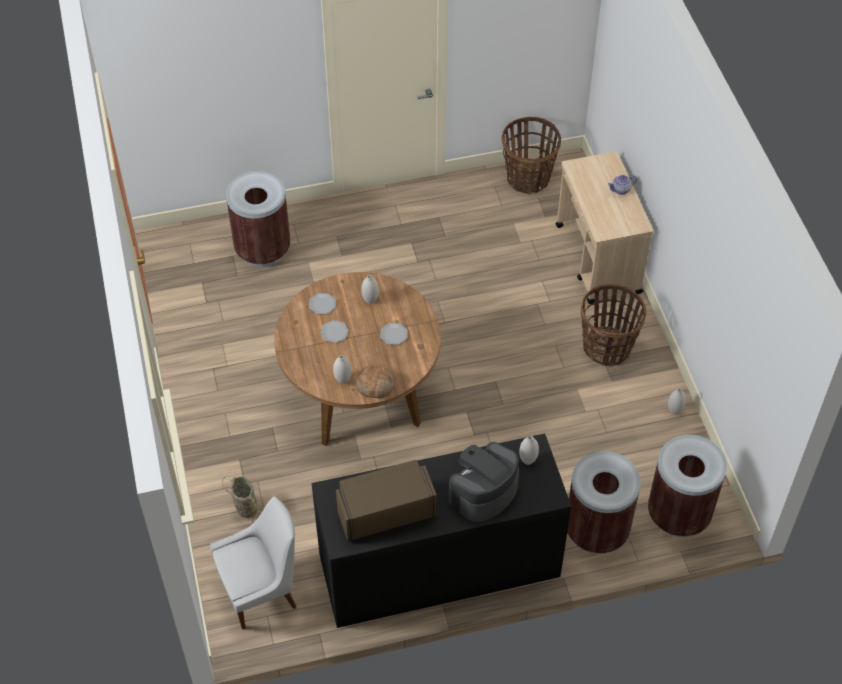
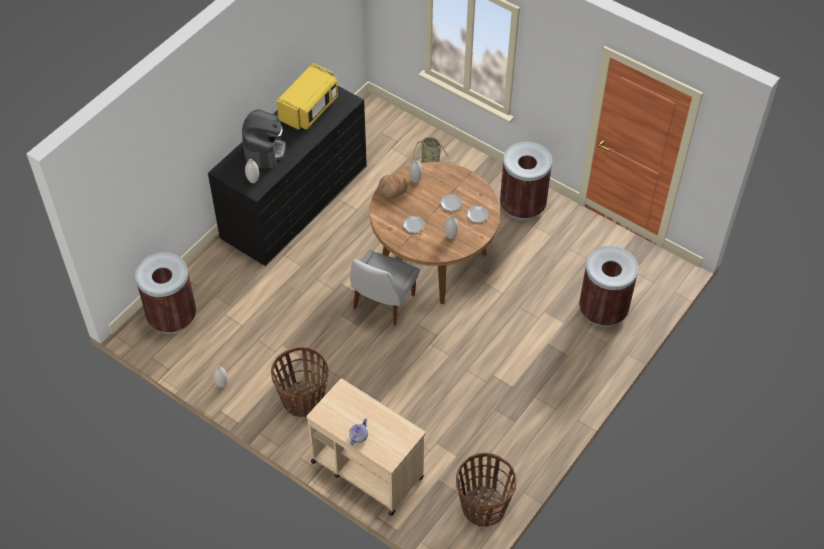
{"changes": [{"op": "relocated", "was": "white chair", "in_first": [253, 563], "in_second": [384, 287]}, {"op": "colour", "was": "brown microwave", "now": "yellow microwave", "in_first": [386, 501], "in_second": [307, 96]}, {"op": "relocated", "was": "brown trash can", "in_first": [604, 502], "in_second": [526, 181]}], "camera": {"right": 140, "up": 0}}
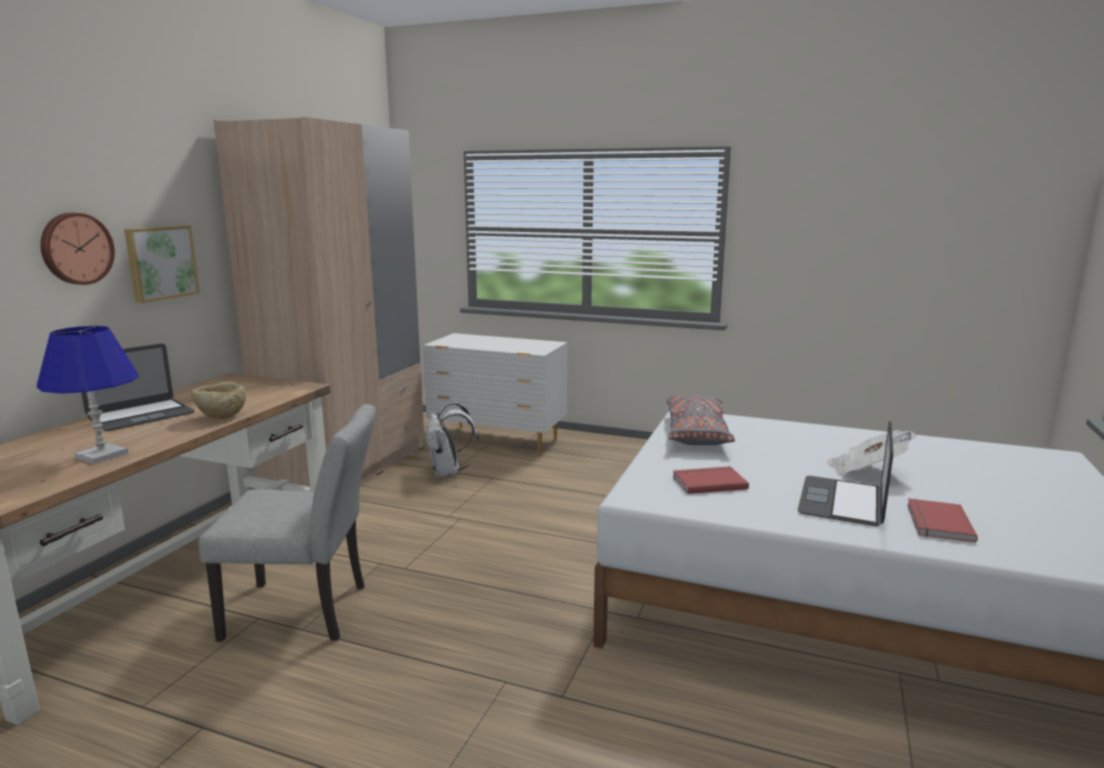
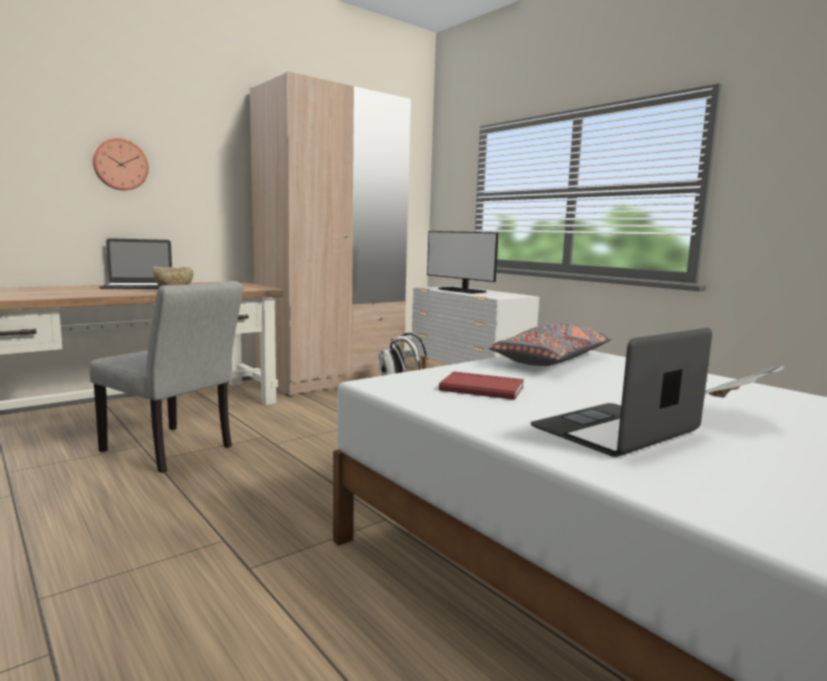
{"changes": [{"op": "missing", "was": "blue table lamp", "in_first": [88, 395]}, {"op": "missing", "was": "picture", "in_first": [162, 264]}, {"op": "missing", "was": "red book", "in_first": [942, 520]}, {"op": "appeared", "now": "monitor", "in_second": [462, 262]}], "camera": {"right": 30, "up": -5}}
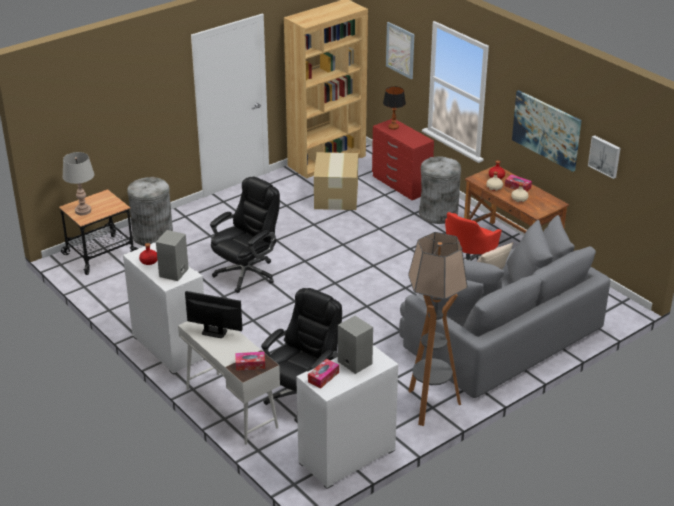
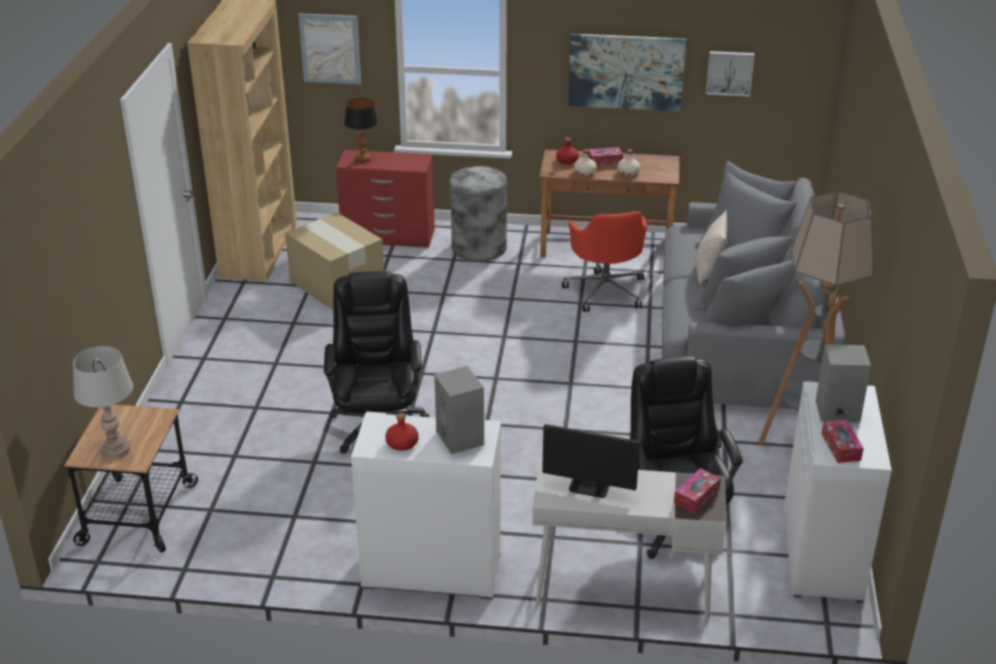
{"changes": [{"op": "missing", "was": "grey trash can", "in_first": [150, 211]}, {"op": "spun", "was": "monitor", "in_first": [214, 314], "in_second": [591, 461], "clockwise": -135}], "camera": {"right": -45, "up": 0}}
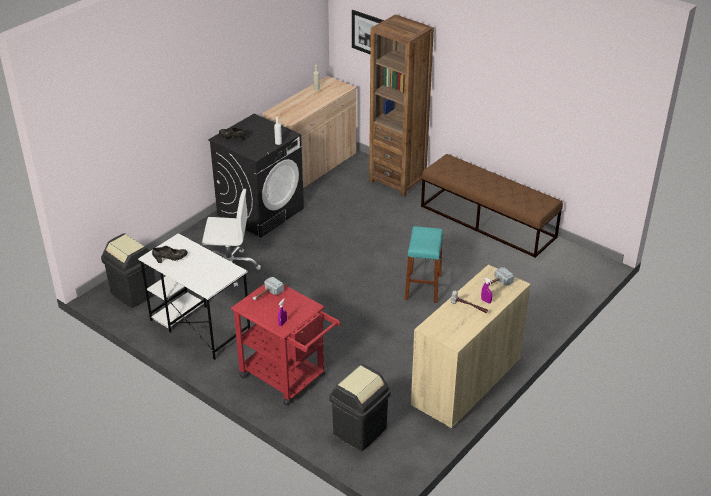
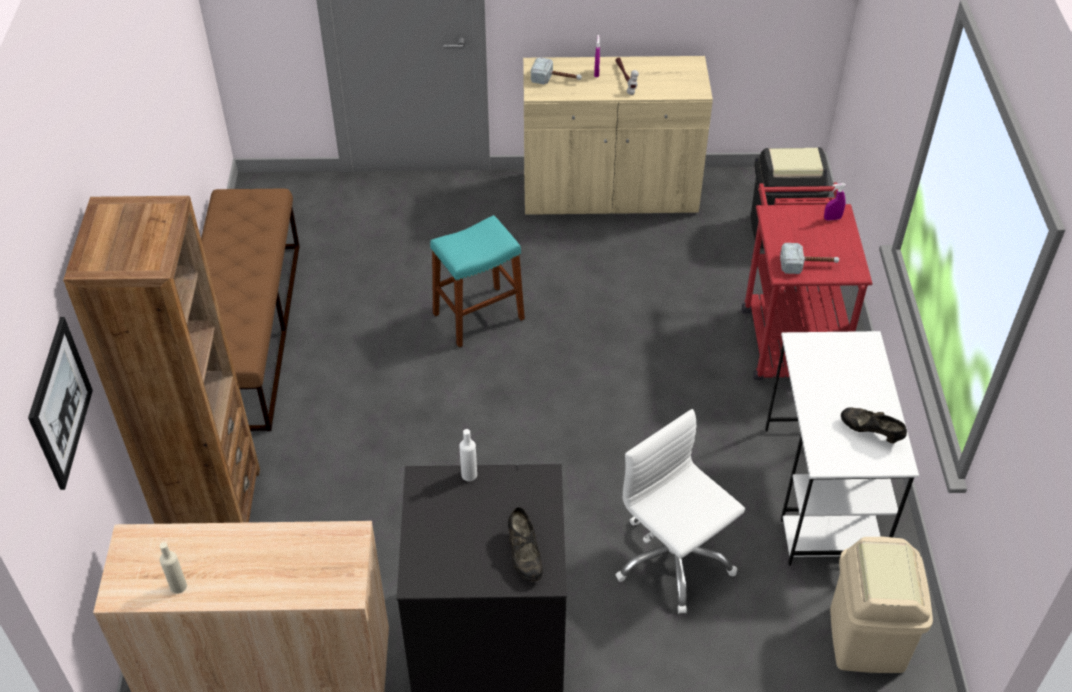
{"changes": [{"op": "colour", "was": "black trash can", "now": "beige trash can", "in_first": [128, 270], "in_second": [881, 605]}], "camera": {"right": -130, "up": 10}}
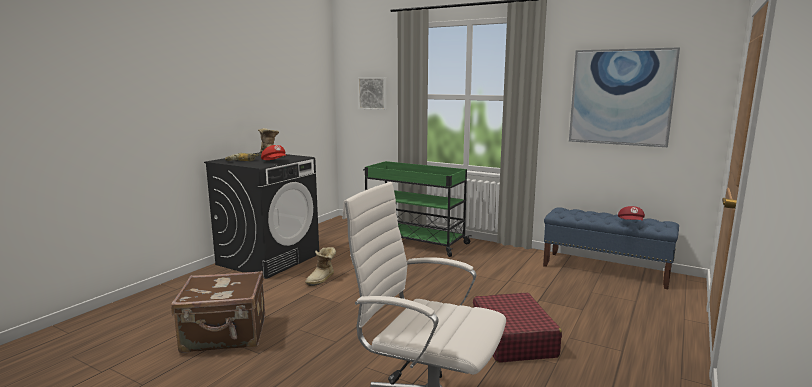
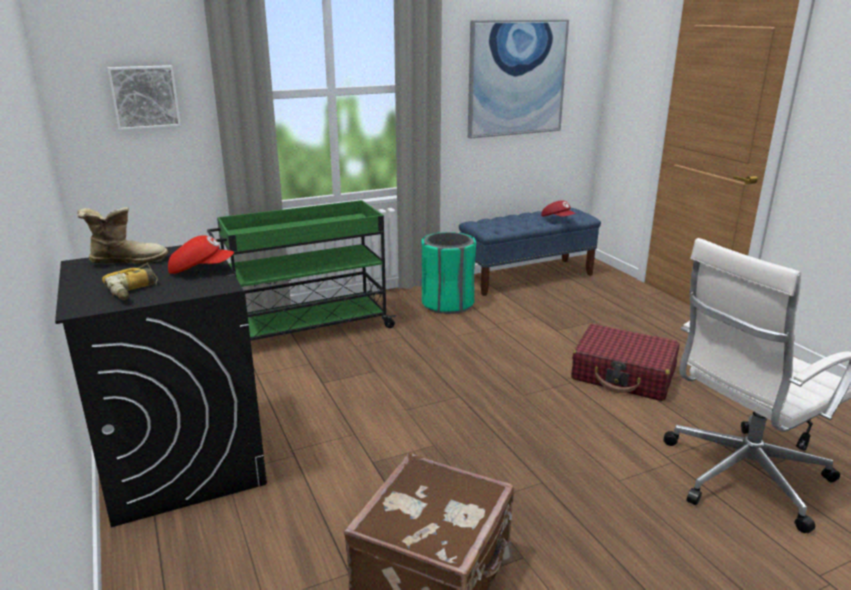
{"changes": [{"op": "missing", "was": "boot", "in_first": [320, 266]}, {"op": "appeared", "now": "green trash can", "in_second": [448, 273]}], "camera": {"right": -55, "up": 10}}
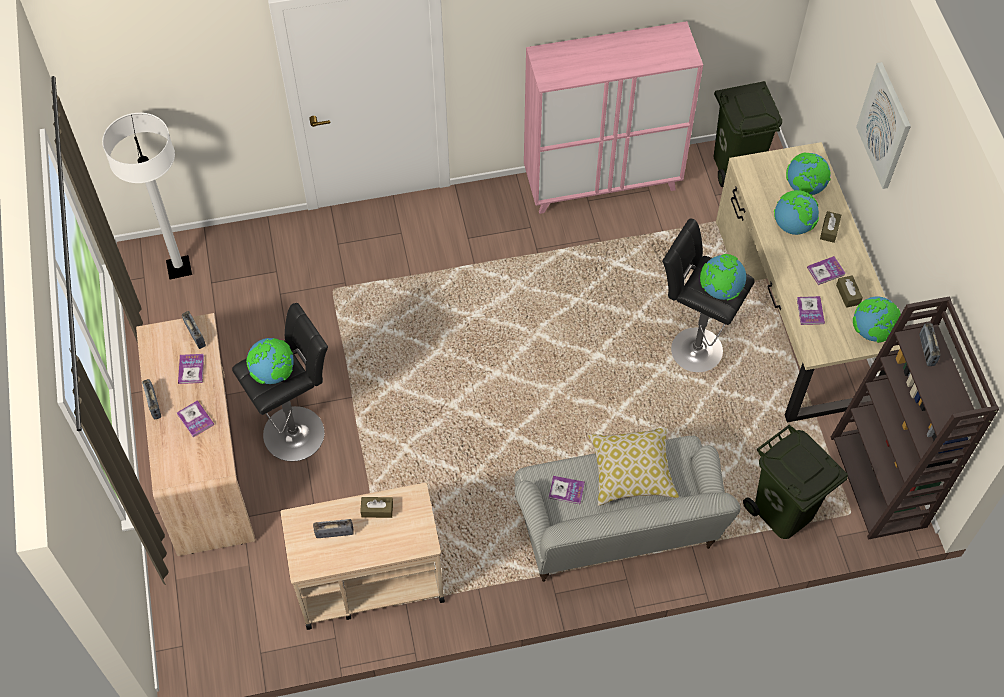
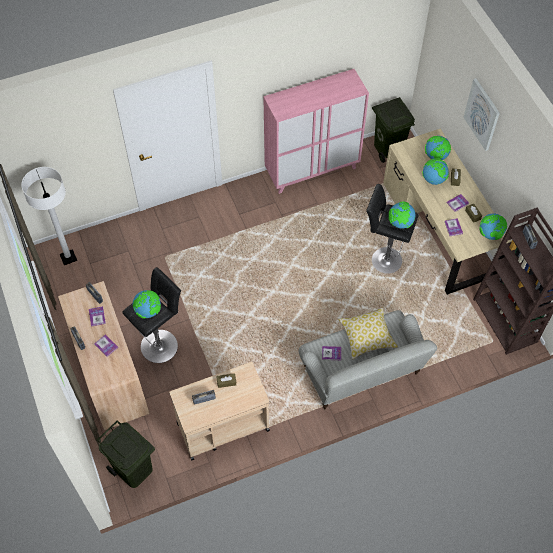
{"changes": [{"op": "relocated", "was": "green trash can", "in_first": [795, 482], "in_second": [126, 454]}], "camera": {"right": -10, "up": 0}}
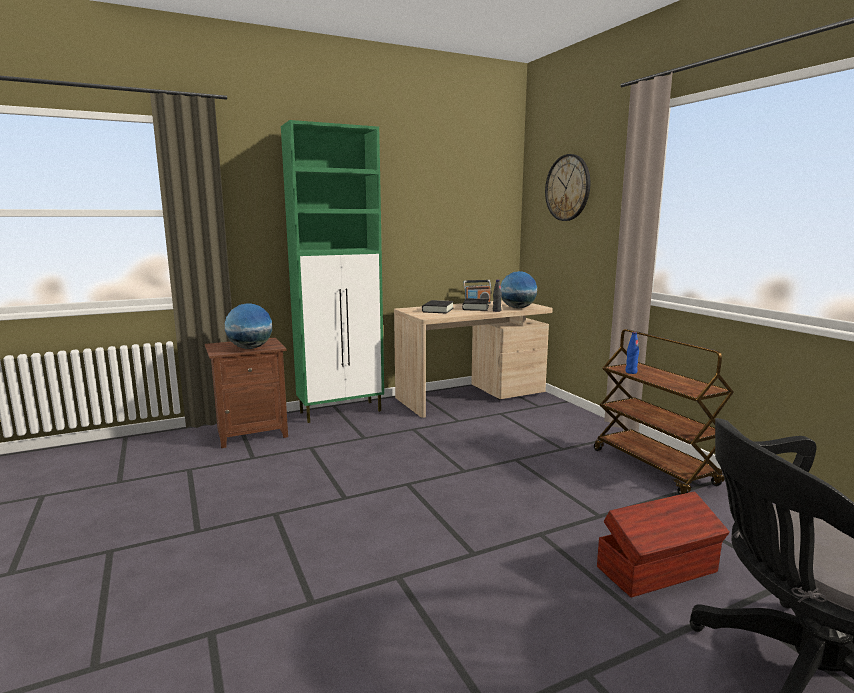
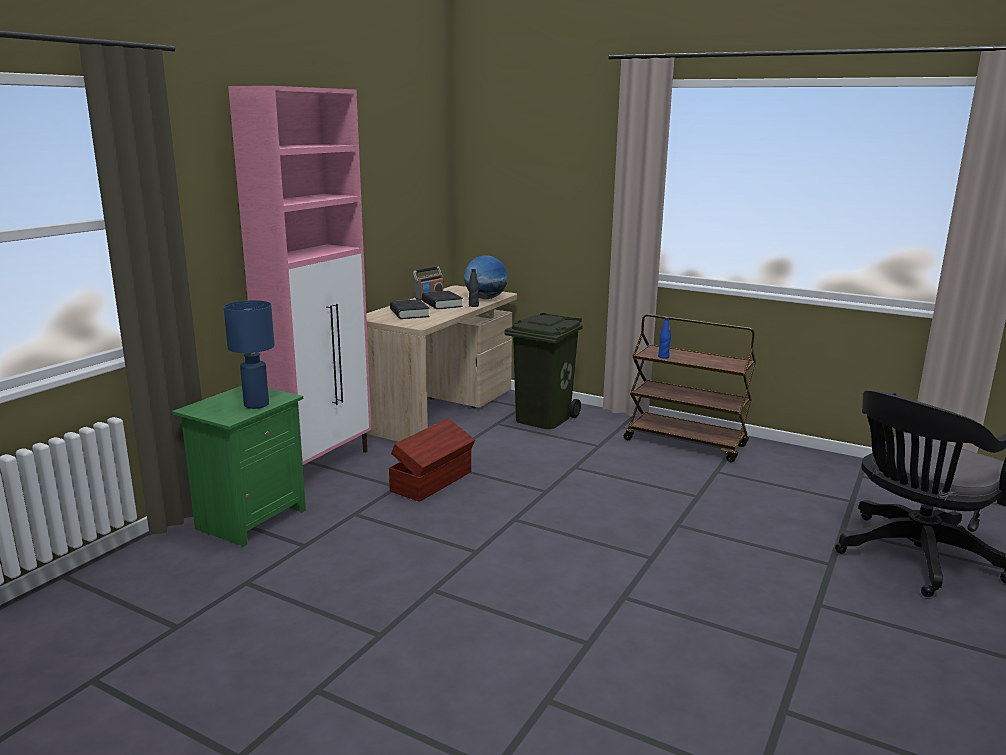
{"changes": [{"op": "colour", "was": "brown nightstand", "now": "green nightstand", "in_first": [246, 393], "in_second": [239, 467]}, {"op": "exchanged", "was": "globe", "now": "blue table lamp", "in_first": [248, 326], "in_second": [249, 354]}, {"op": "colour", "was": "green cabinet", "now": "pink cabinet", "in_first": [332, 271], "in_second": [299, 275]}, {"op": "missing", "was": "wall clock", "in_first": [567, 187]}, {"op": "relocated", "was": "brown storage box", "in_first": [663, 544], "in_second": [432, 460]}, {"op": "appeared", "now": "green trash can", "in_second": [543, 371]}], "camera": {"right": -35, "up": 5}}
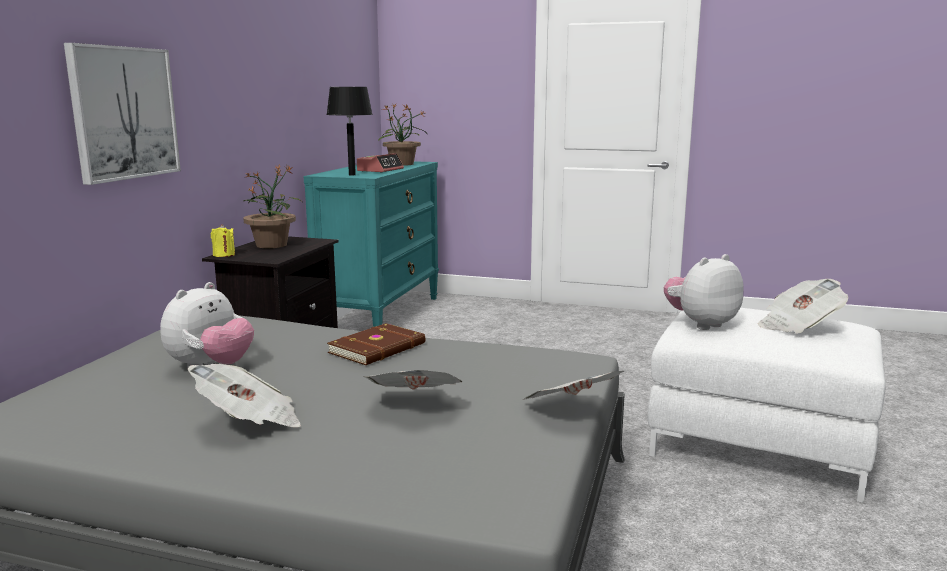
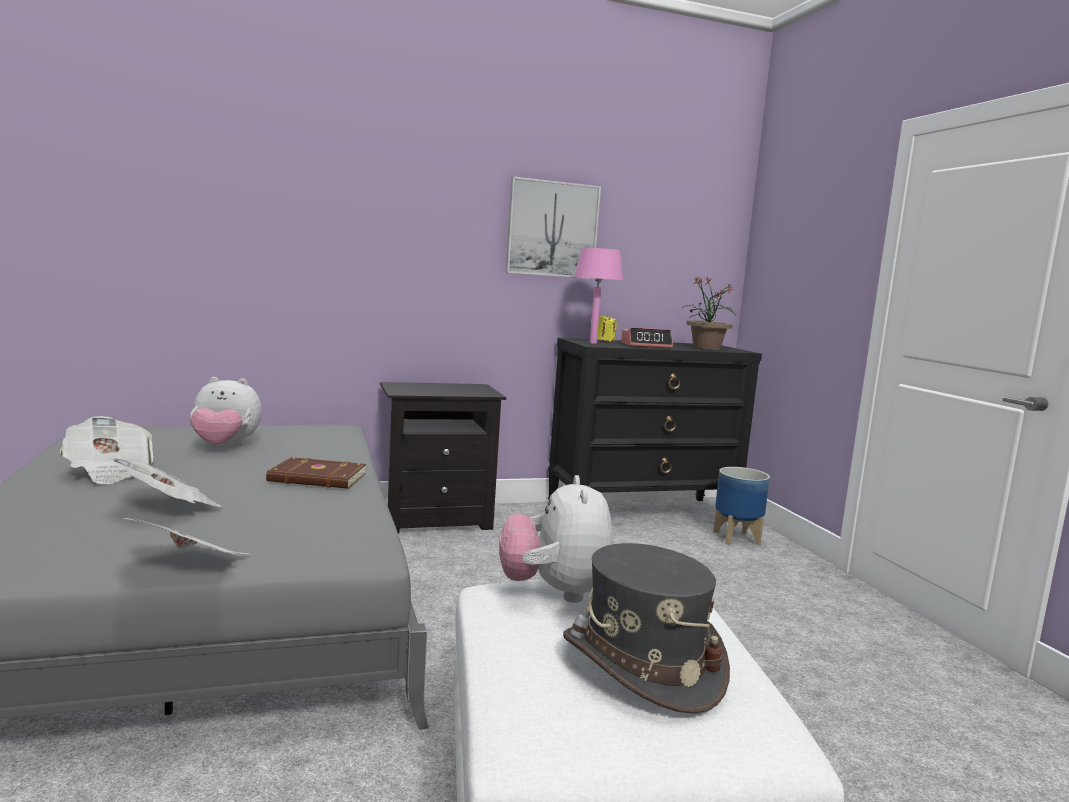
{"changes": [{"op": "relocated", "was": "picture", "in_first": [122, 114], "in_second": [553, 227]}, {"op": "relocated", "was": "yellow candle", "in_first": [223, 240], "in_second": [607, 327]}, {"op": "missing", "was": "potted plant", "in_first": [273, 206]}, {"op": "colour", "was": "turquoise dresser", "now": "black dresser", "in_first": [371, 244], "in_second": [655, 419]}, {"op": "colour", "was": "black table lamp", "now": "pink table lamp", "in_first": [349, 131], "in_second": [598, 296]}, {"op": "spun", "was": "plush toy", "in_first": [703, 292], "in_second": [555, 539], "clockwise": -120}, {"op": "exchanged", "was": "newspaper", "now": "grey hat", "in_first": [803, 306], "in_second": [646, 628]}, {"op": "appeared", "now": "planter", "in_second": [741, 506]}], "camera": {"right": 55, "up": -5}}
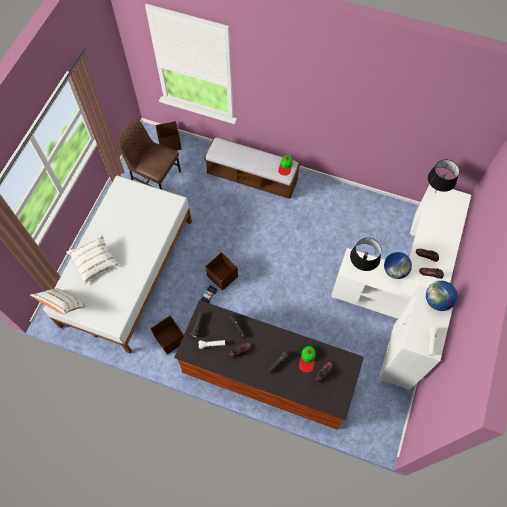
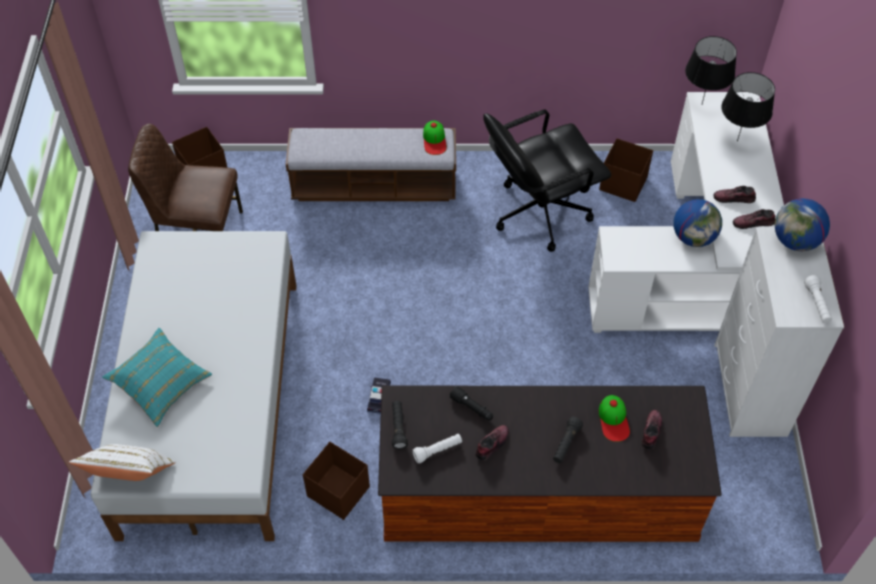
{"changes": [{"op": "colour", "was": "white pillow", "now": "turquoise pillow", "in_first": [93, 259], "in_second": [157, 377]}, {"op": "relocated", "was": "brown storage box", "in_first": [221, 271], "in_second": [626, 170]}, {"op": "relocated", "was": "black table lamp", "in_first": [365, 254], "in_second": [748, 106]}, {"op": "appeared", "now": "black office chair", "in_second": [547, 180]}], "camera": {"right": -20, "up": -10}}
